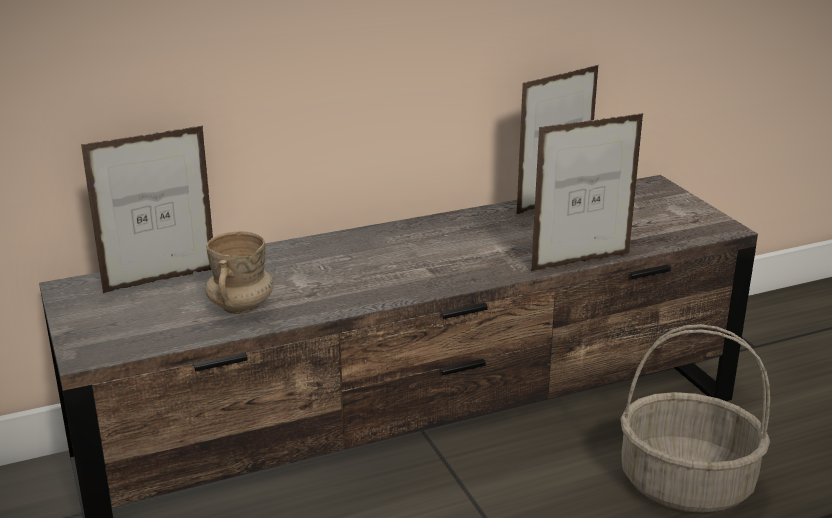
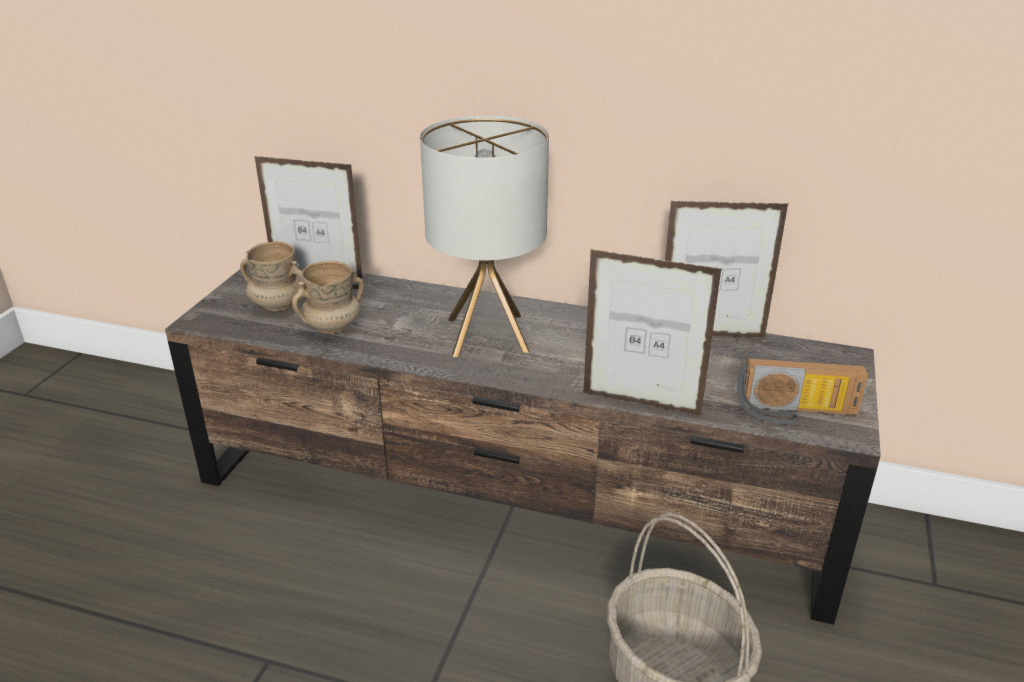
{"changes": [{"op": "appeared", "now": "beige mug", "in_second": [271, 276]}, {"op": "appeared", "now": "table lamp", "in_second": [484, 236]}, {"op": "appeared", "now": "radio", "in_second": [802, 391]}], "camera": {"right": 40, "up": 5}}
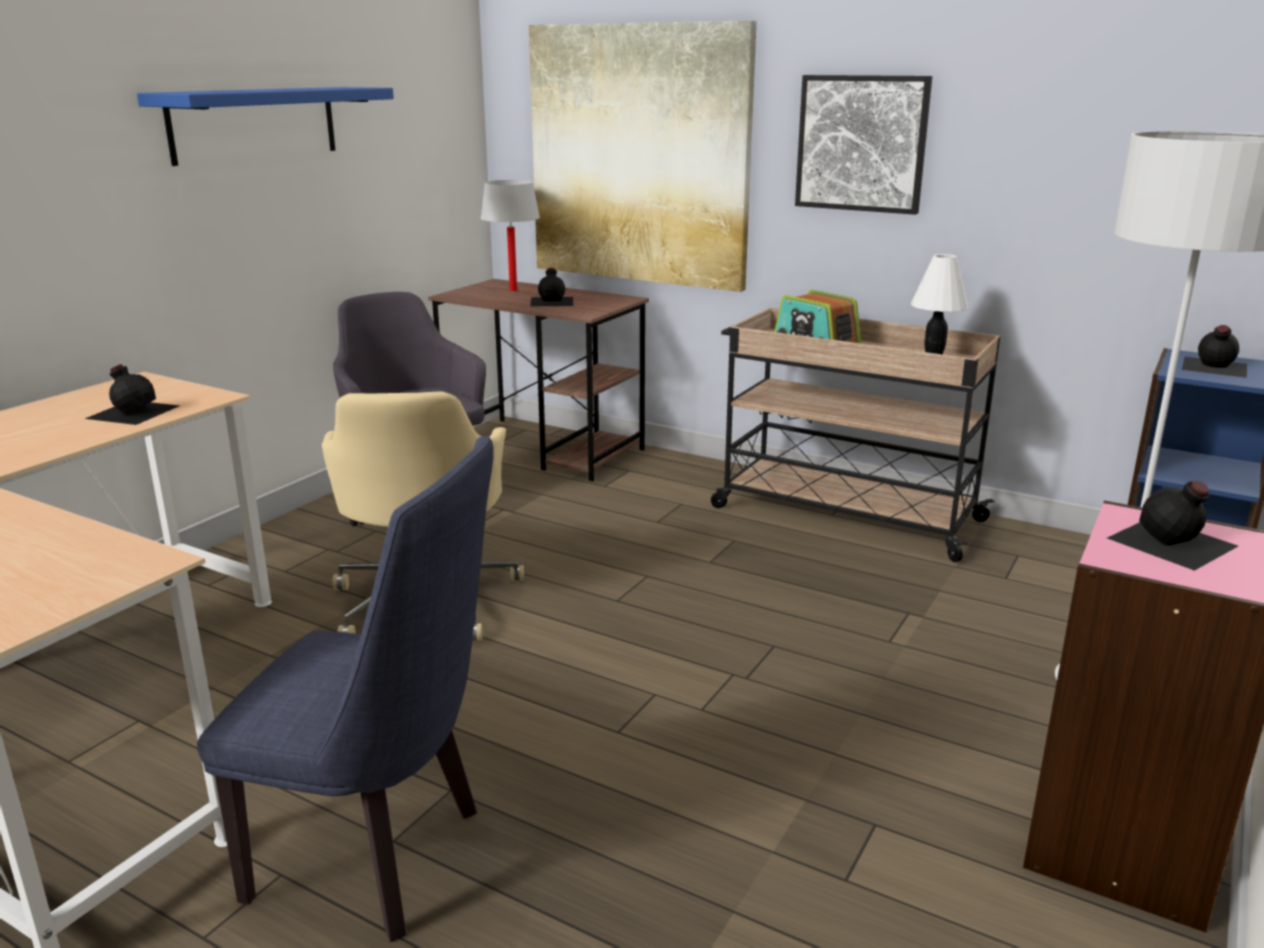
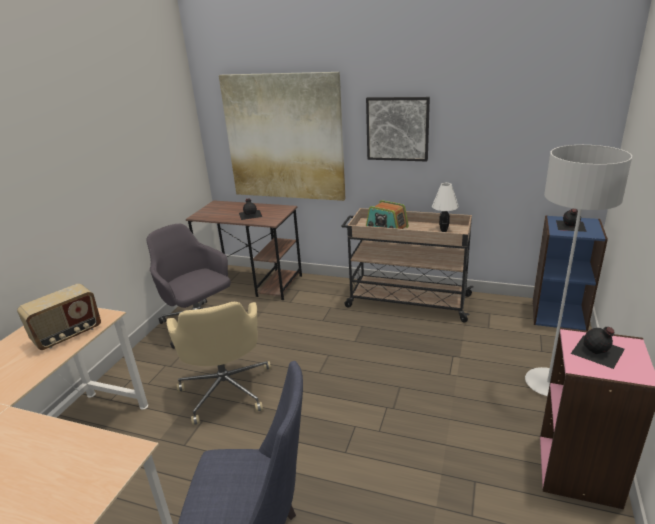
{"changes": [{"op": "exchanged", "was": "black bottle", "now": "radio", "in_first": [132, 394], "in_second": [59, 317]}, {"op": "missing", "was": "blue shelf", "in_first": [265, 126]}, {"op": "missing", "was": "white table lamp", "in_first": [510, 235]}], "camera": {"right": -10, "up": 5}}
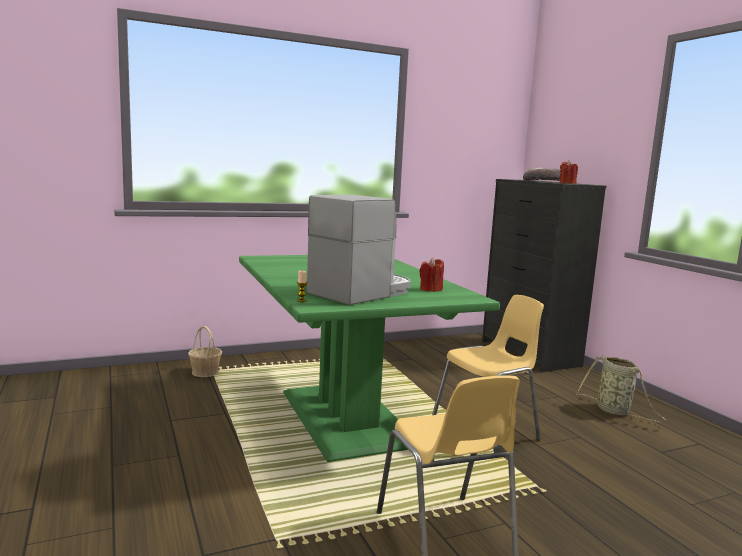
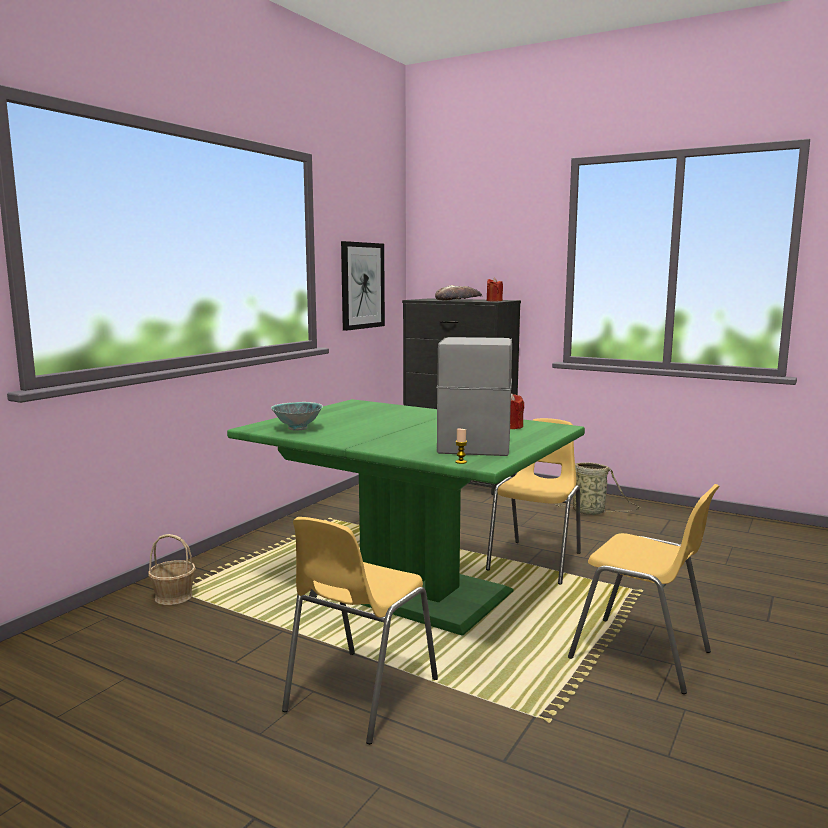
{"changes": [{"op": "appeared", "now": "bowl", "in_second": [297, 416]}, {"op": "appeared", "now": "yellow chair", "in_second": [360, 630]}, {"op": "appeared", "now": "picture", "in_second": [363, 286]}], "camera": {"right": -35, "up": 0}}
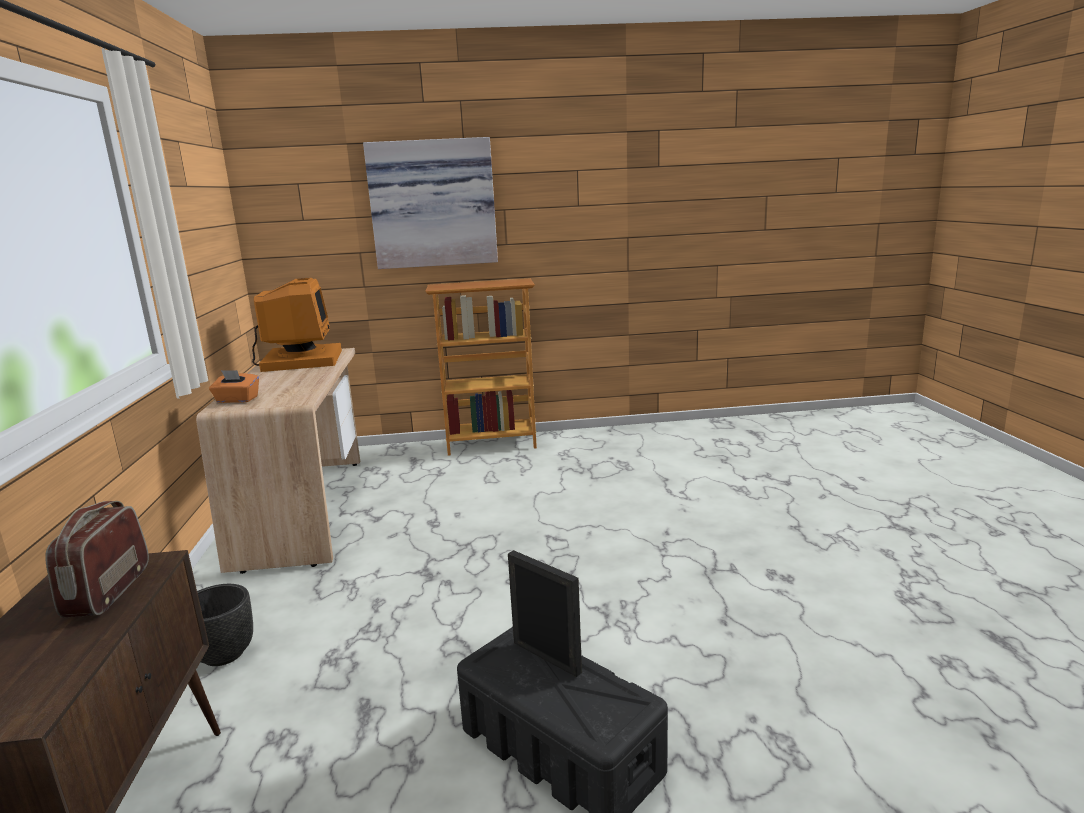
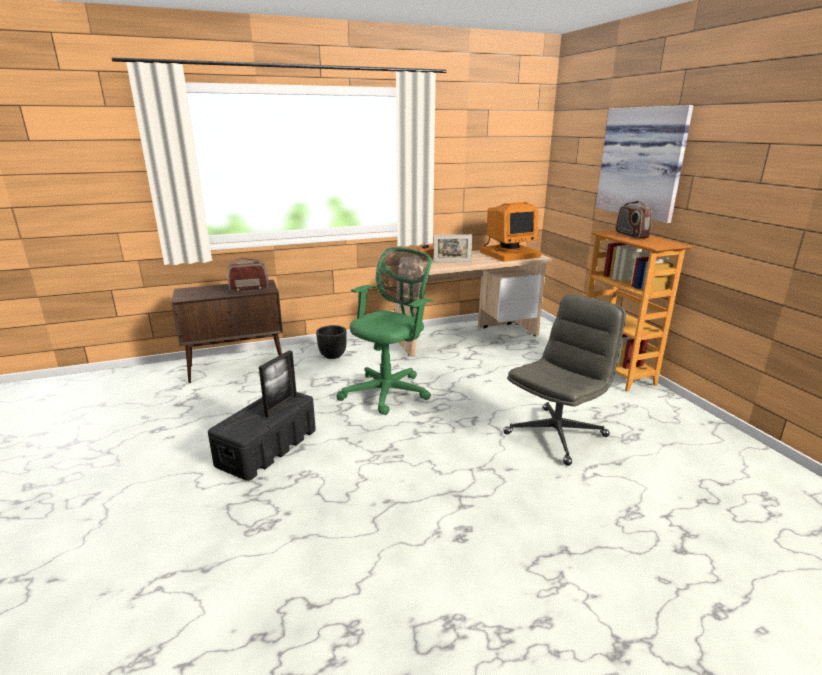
{"changes": [{"op": "appeared", "now": "green office chair", "in_second": [385, 331]}, {"op": "appeared", "now": "picture frame", "in_second": [452, 248]}, {"op": "appeared", "now": "grey office chair", "in_second": [564, 380]}, {"op": "appeared", "now": "radio", "in_second": [634, 219]}], "camera": {"right": 75, "up": 5}}
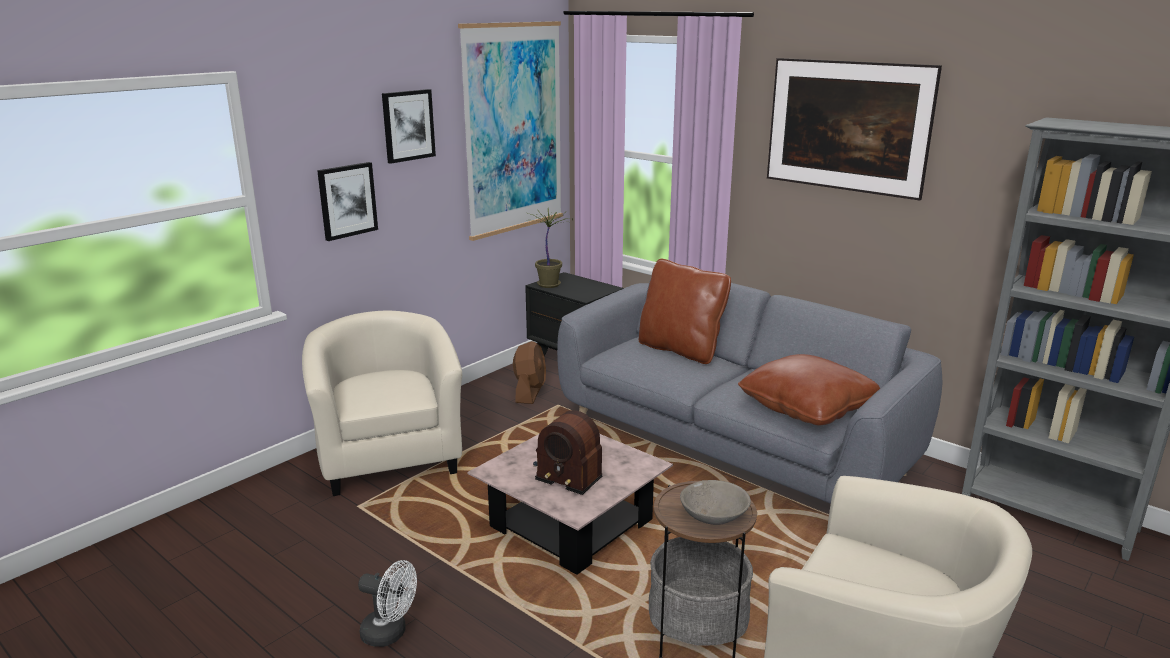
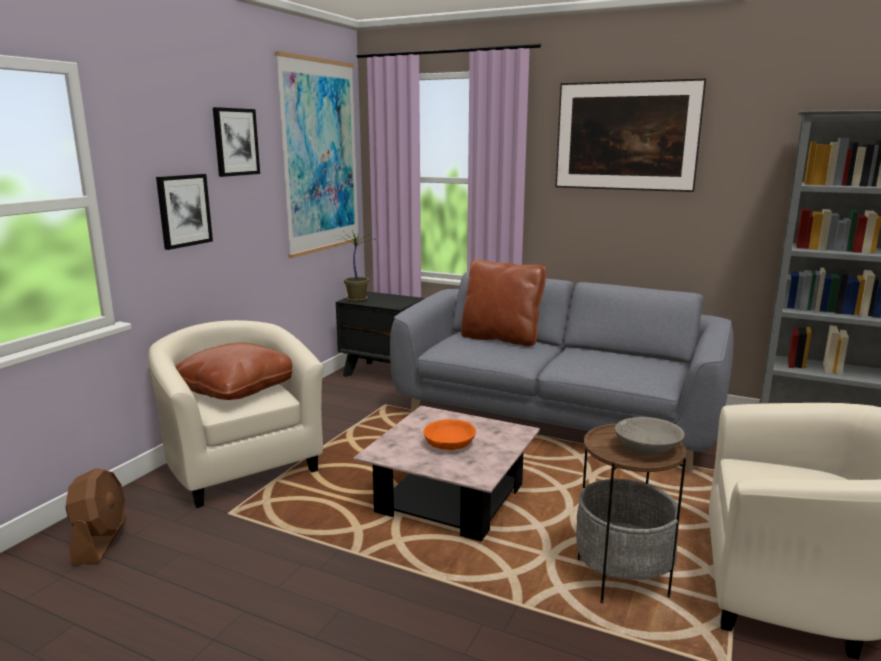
{"changes": [{"op": "missing", "was": "white fan", "in_first": [387, 603]}, {"op": "relocated", "was": "brown fan", "in_first": [529, 372], "in_second": [95, 516]}, {"op": "exchanged", "was": "radio", "now": "orange bowl", "in_first": [568, 452], "in_second": [449, 434]}, {"op": "relocated", "was": "brown pillow", "in_first": [809, 390], "in_second": [233, 371]}], "camera": {"right": -15, "up": -5}}
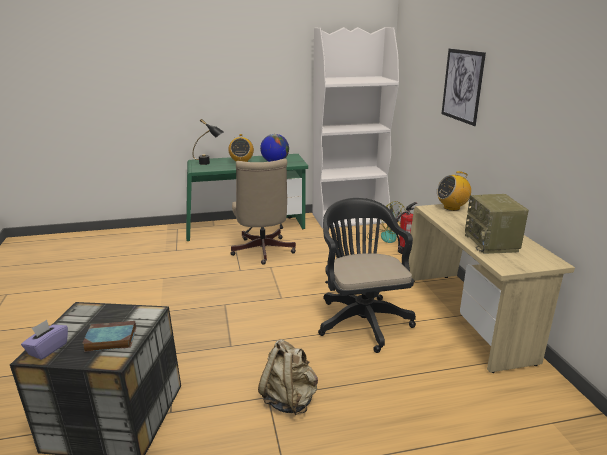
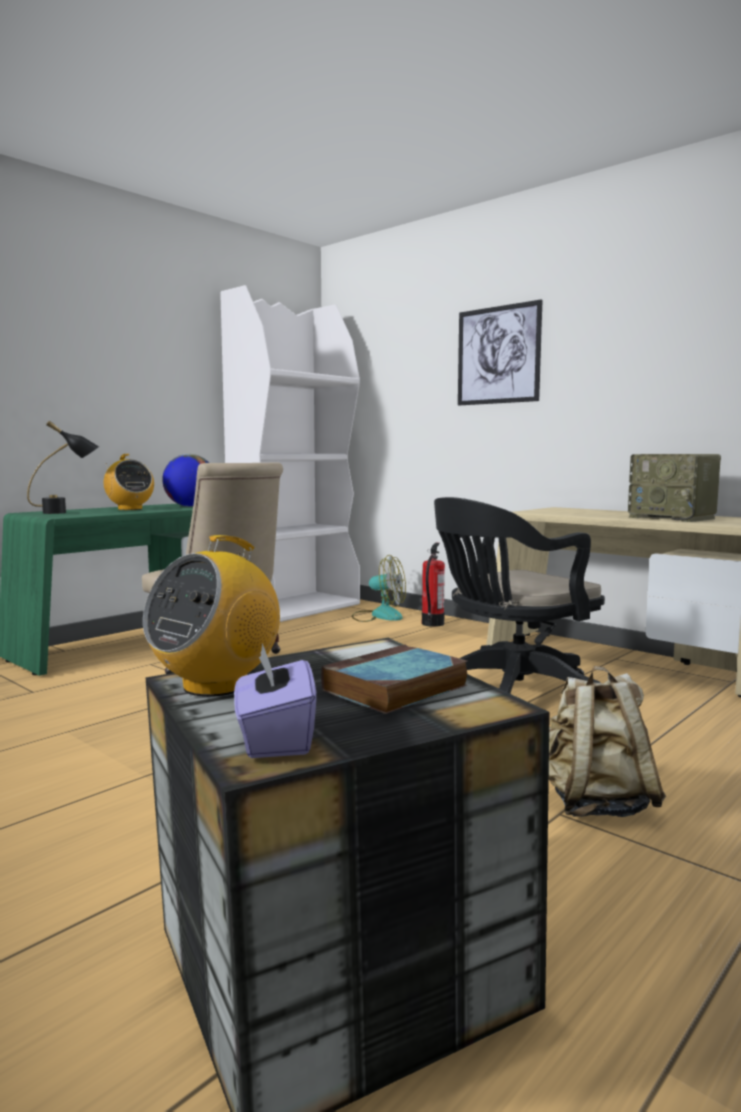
{"changes": [{"op": "spun", "was": "black office chair", "in_first": [367, 275], "in_second": [519, 595], "clockwise": -75}, {"op": "relocated", "was": "radio", "in_first": [454, 191], "in_second": [211, 616]}], "camera": {"right": -35, "up": -15}}
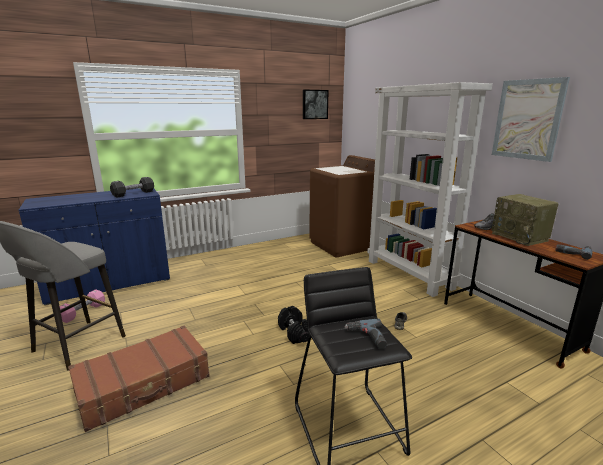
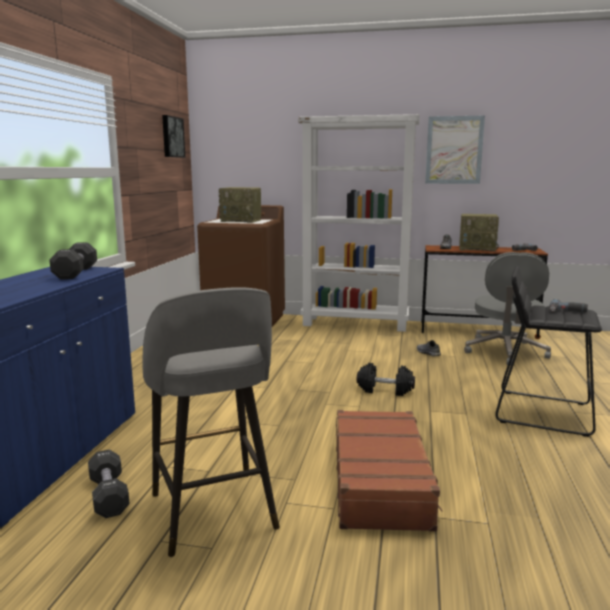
{"changes": [{"op": "colour", "was": "pink dumbbell", "now": "black dumbbell", "in_first": [82, 306], "in_second": [109, 483]}, {"op": "appeared", "now": "radio", "in_second": [240, 205]}, {"op": "appeared", "now": "grey office chair", "in_second": [507, 308]}], "camera": {"right": -50, "up": -5}}
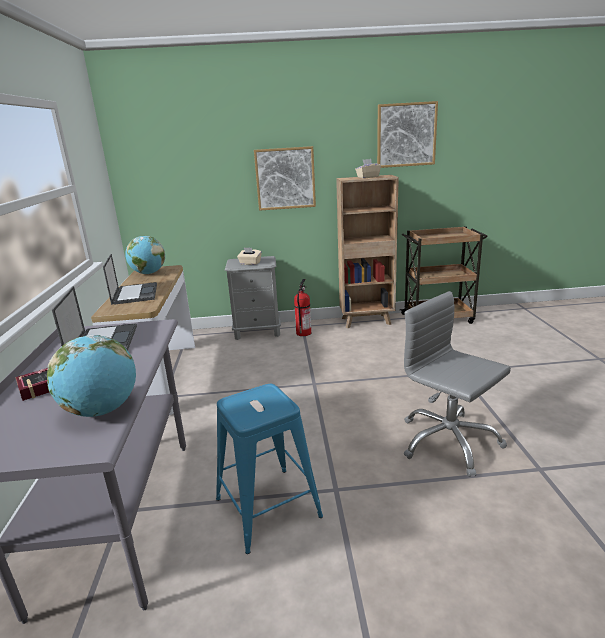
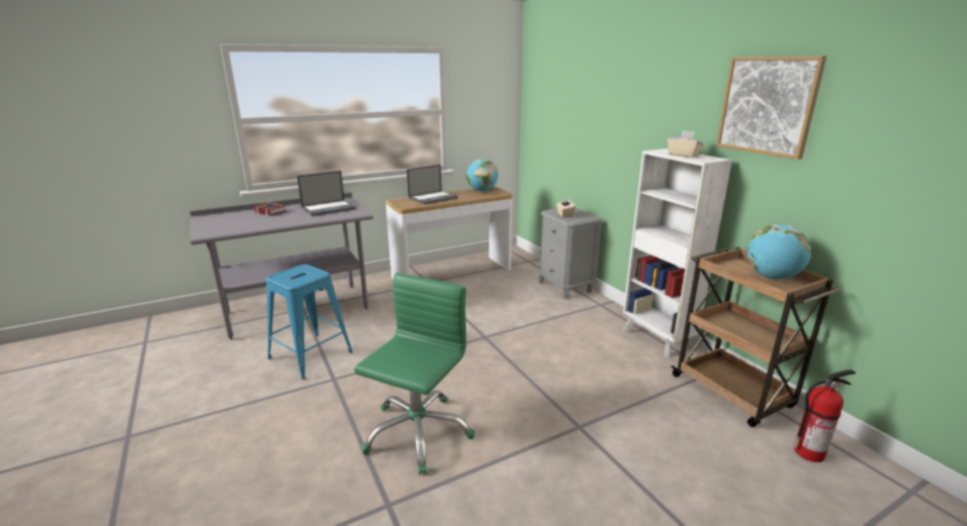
{"changes": [{"op": "relocated", "was": "globe", "in_first": [91, 376], "in_second": [779, 251]}, {"op": "missing", "was": "picture", "in_first": [285, 178]}, {"op": "relocated", "was": "fire extinguisher", "in_first": [302, 307], "in_second": [825, 416]}, {"op": "colour", "was": "brown bookcase", "now": "white bookcase", "in_first": [367, 251], "in_second": [677, 252]}, {"op": "colour", "was": "grey office chair", "now": "green office chair", "in_first": [457, 384], "in_second": [414, 374]}], "camera": {"right": 65, "up": 0}}
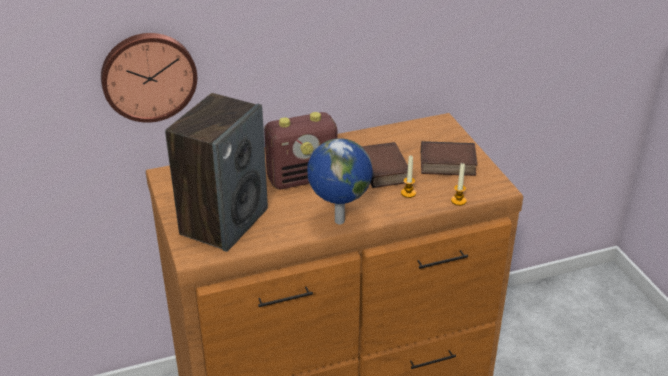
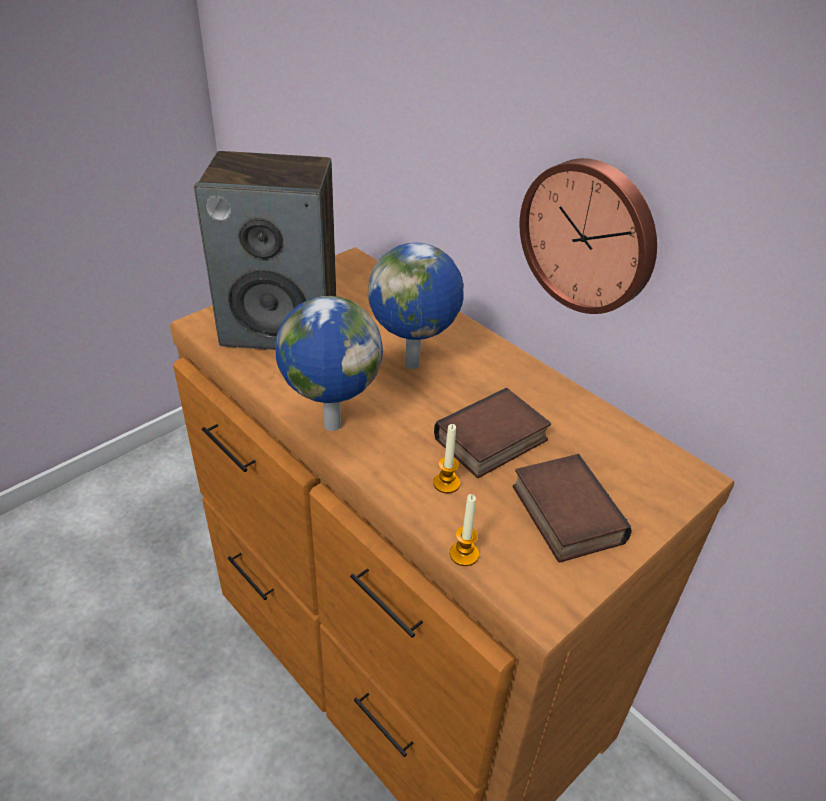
{"changes": [{"op": "relocated", "was": "wall clock", "in_first": [149, 78], "in_second": [588, 236]}, {"op": "exchanged", "was": "radio", "now": "globe", "in_first": [300, 150], "in_second": [415, 306]}], "camera": {"right": 65, "up": 5}}
